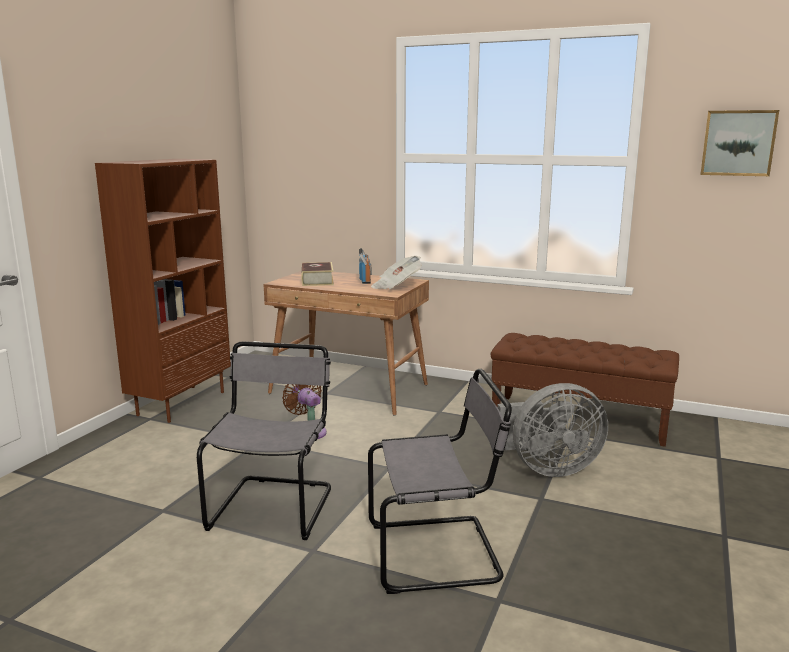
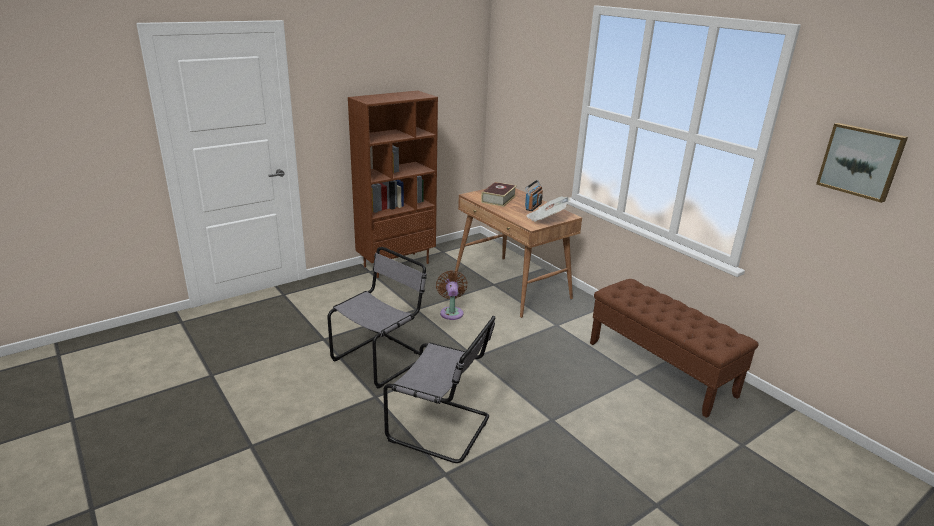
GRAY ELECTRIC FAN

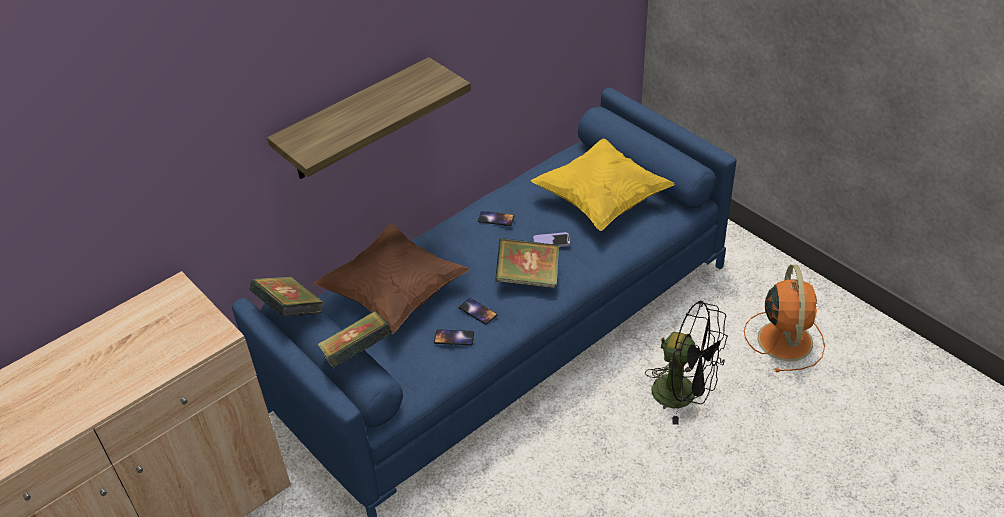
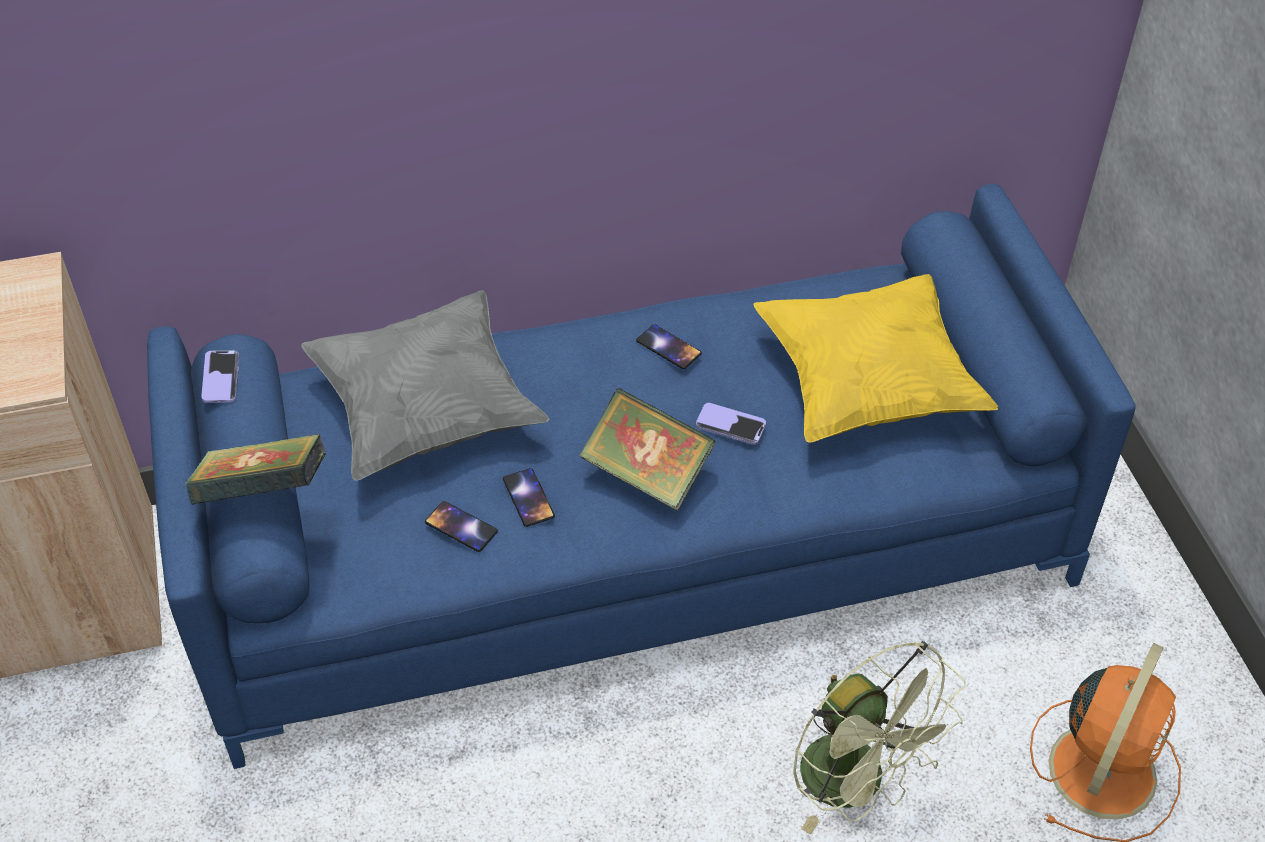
SHELF
GRAY THROW PILLOW
HANDSET (no. 1 from left)
GREEN-COLOURED ELECTRIC FAN

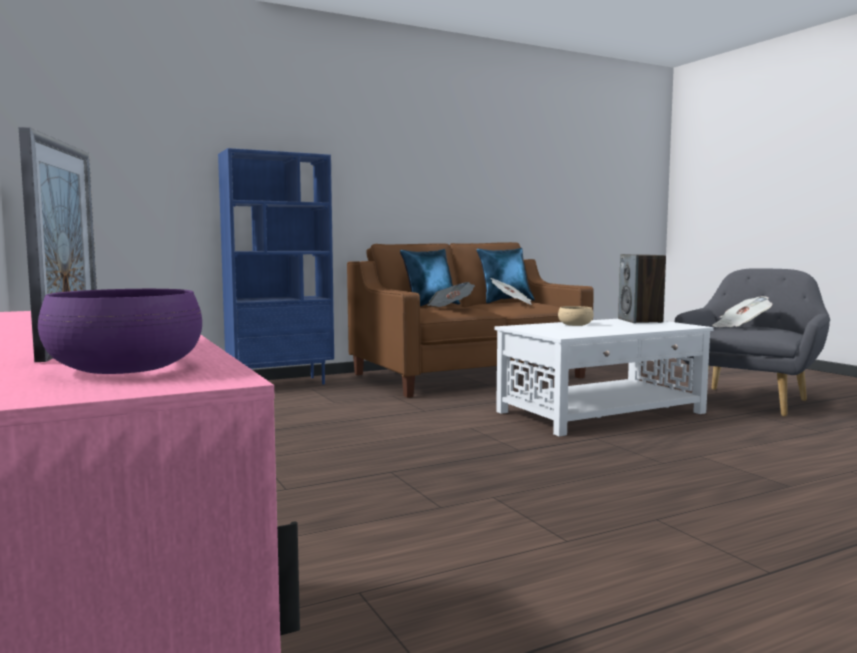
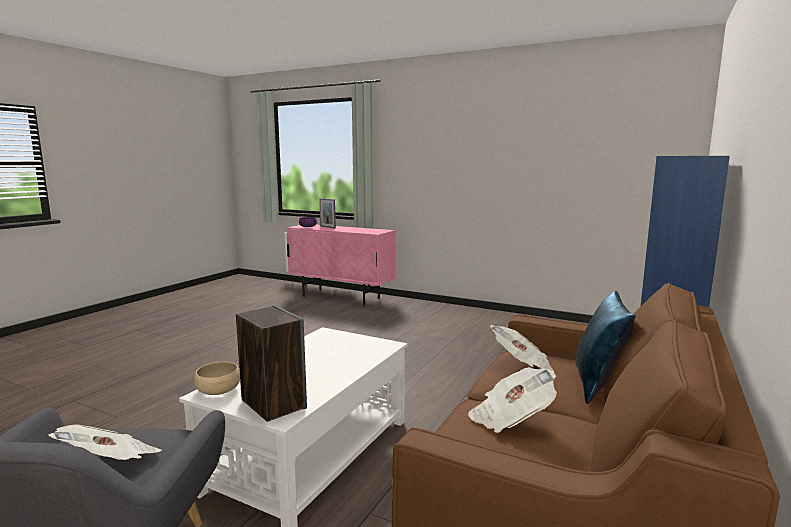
BLUE THROW PILLOW (no. 2 from left in the first image)
BEIGE-COLOURED SERVING BOWL

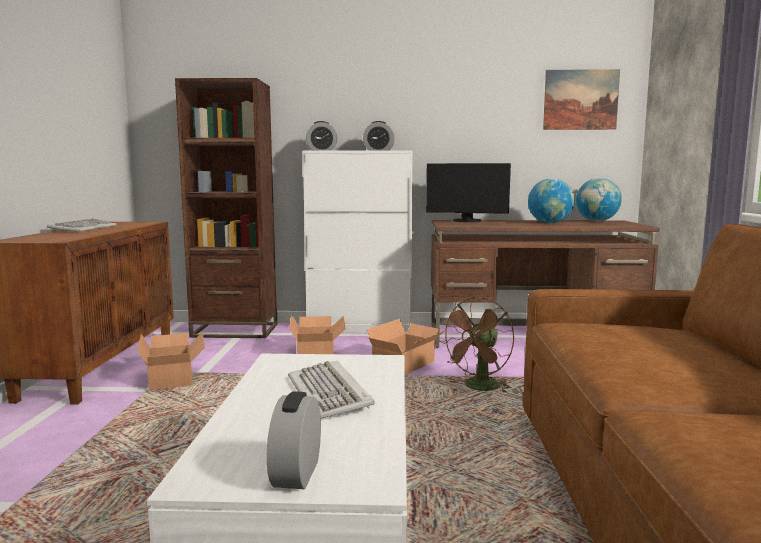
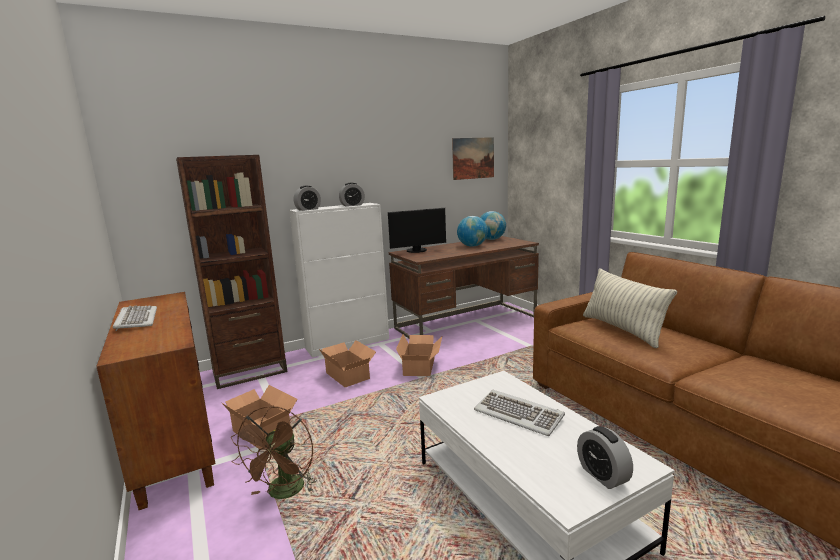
BROWN-COLOURED ELECTRIC FAN
THROW PILLOW

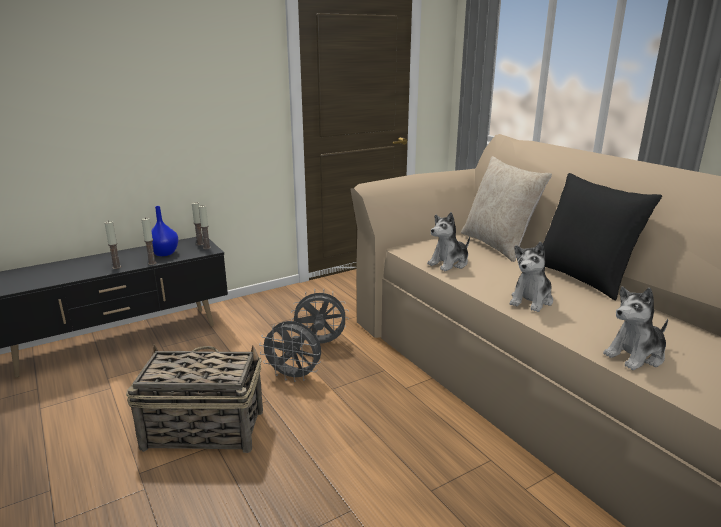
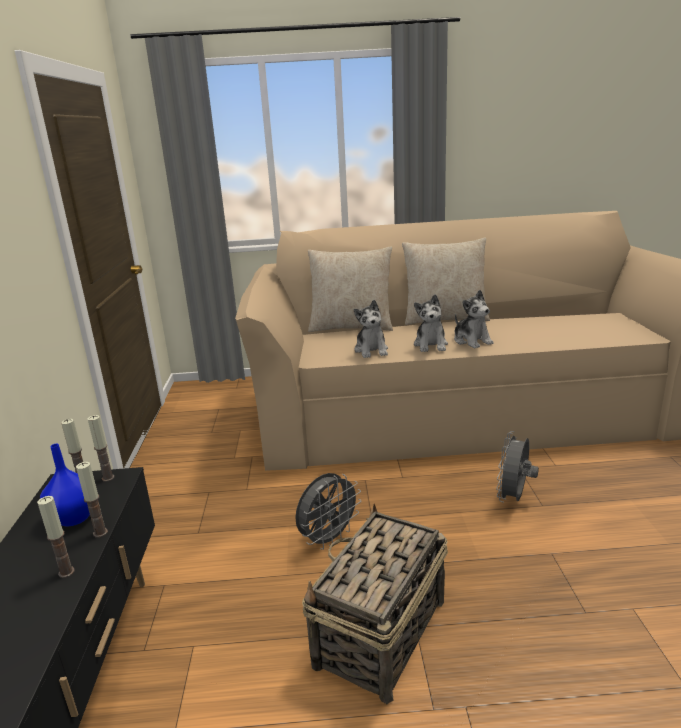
BEIGE-COLOURED THROW PILLOW (no. 2 from left)
CUDDLY TOY (no. 2 from left)
GRAY ELECTRIC FAN (no. 2 from left)

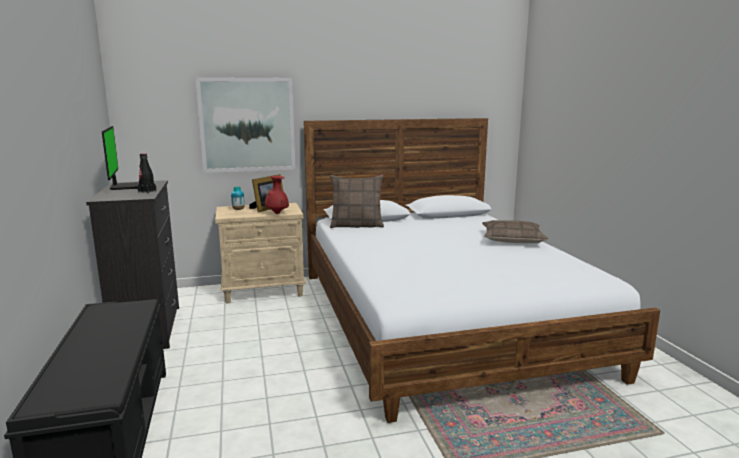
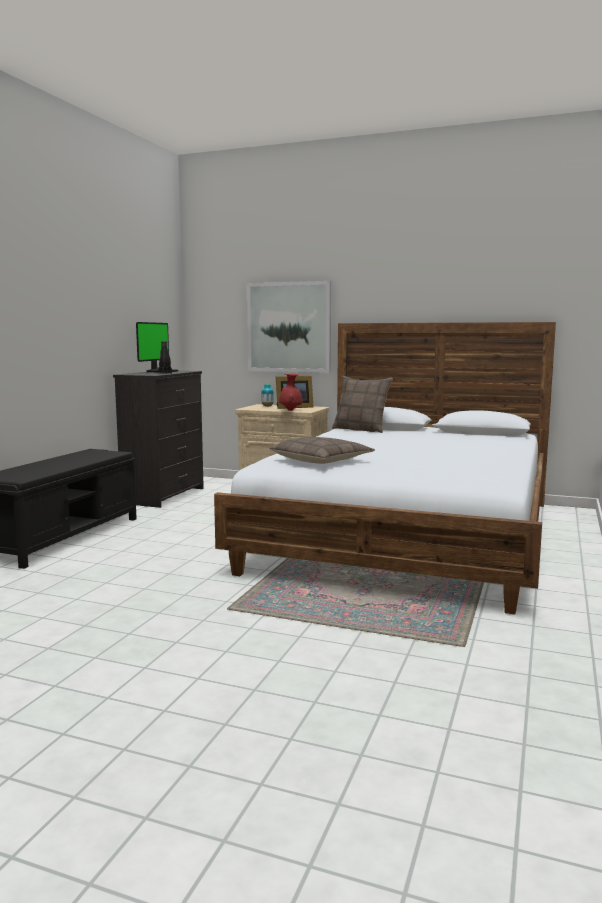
THROW PILLOW (no. 1 from left)

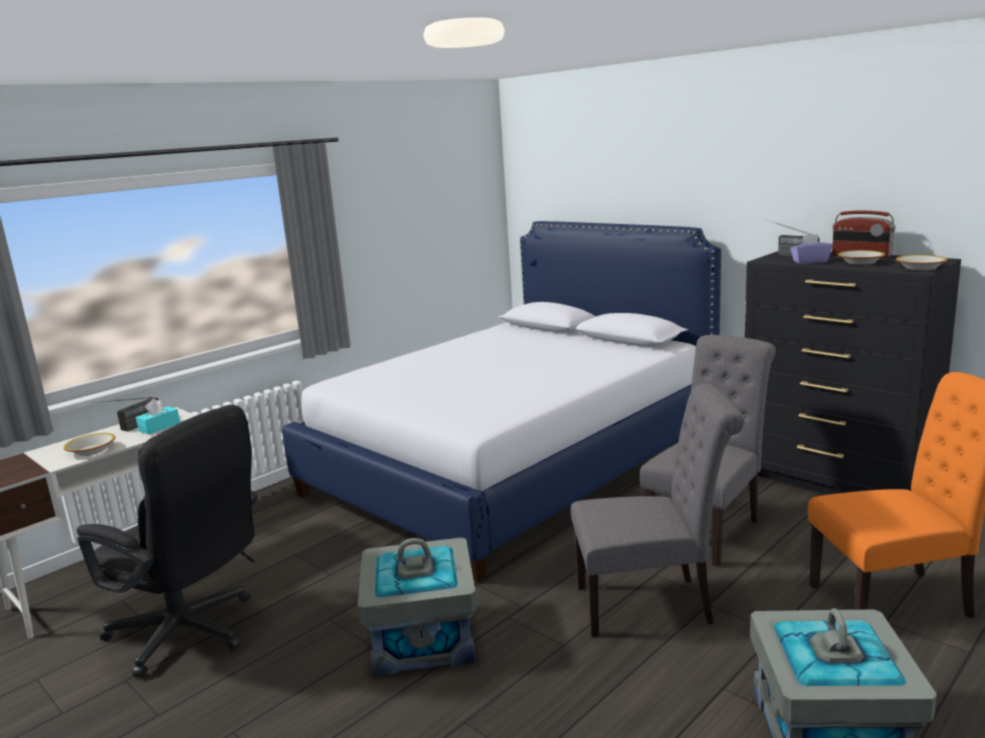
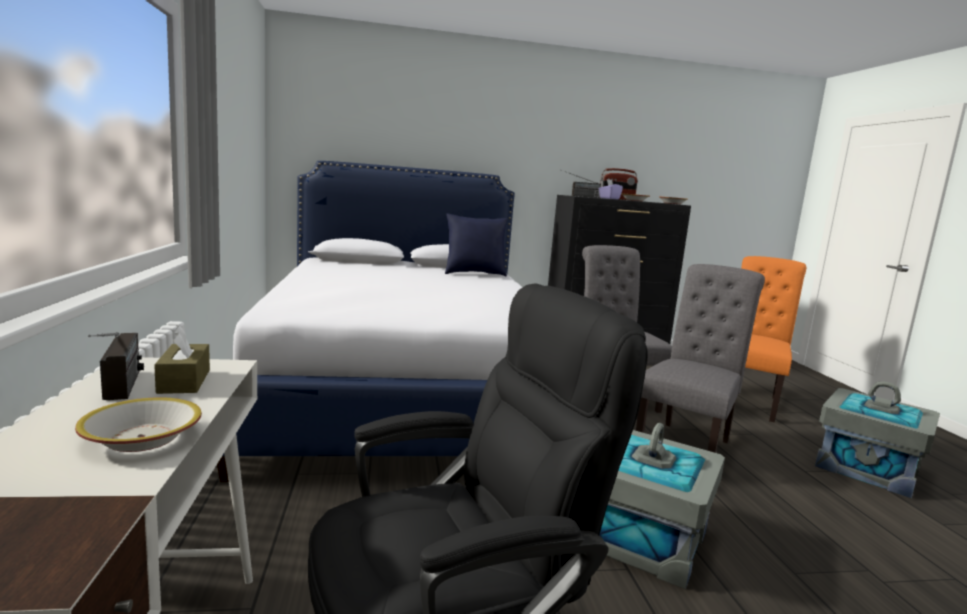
BROWN-COLOURED BOX OF TISSUES
BLUE THROW PILLOW

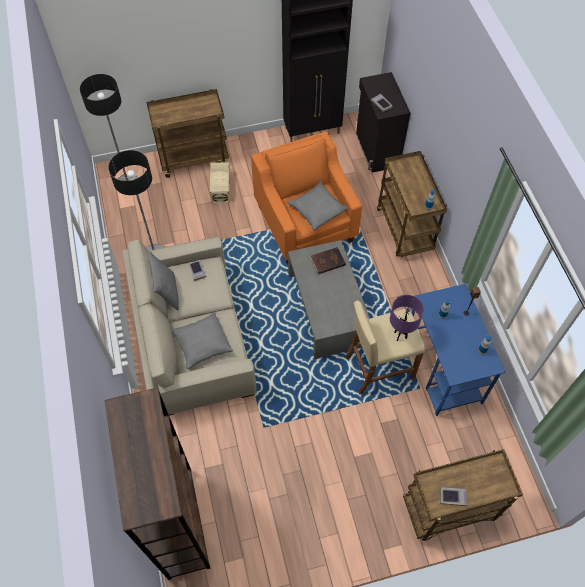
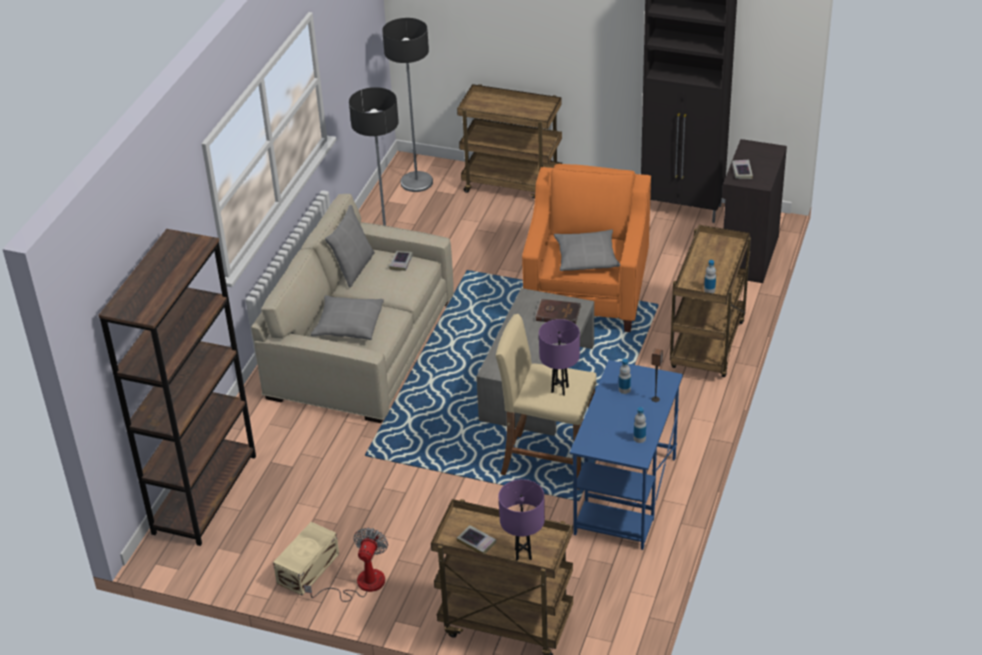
BEIGE-COLOURED STORAGE CONTAINER
PURPLE-COLOURED LAMP FOR A TABLE (no. 1 from left)
ELECTRIC FAN

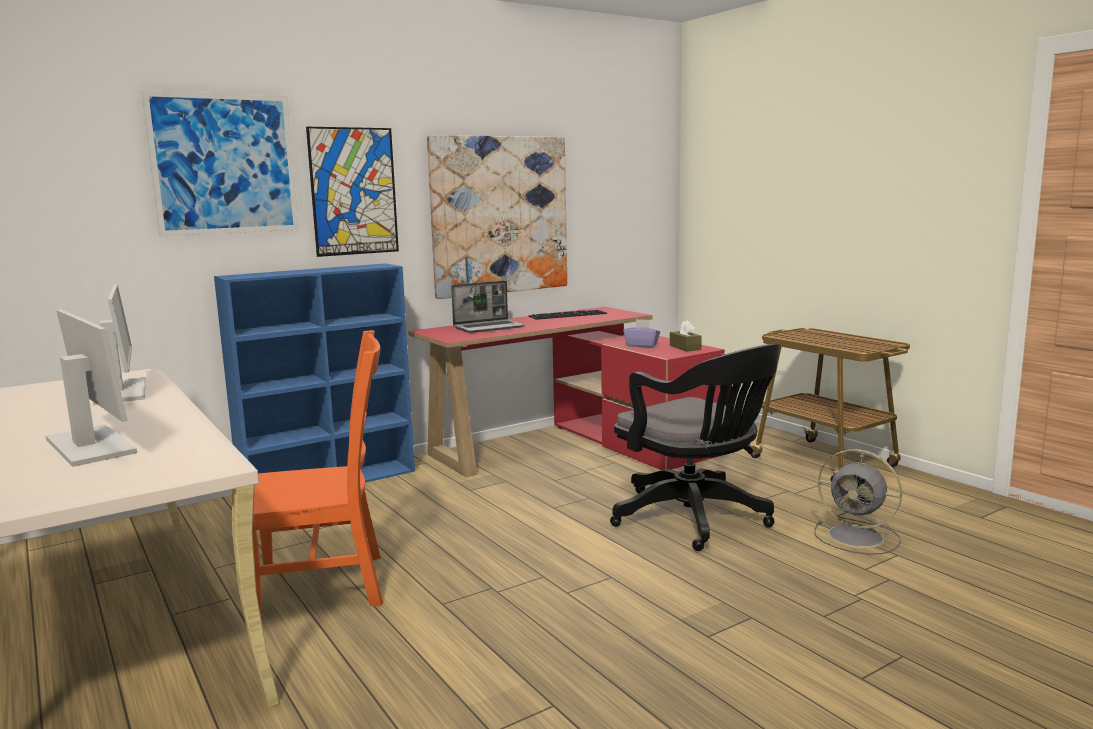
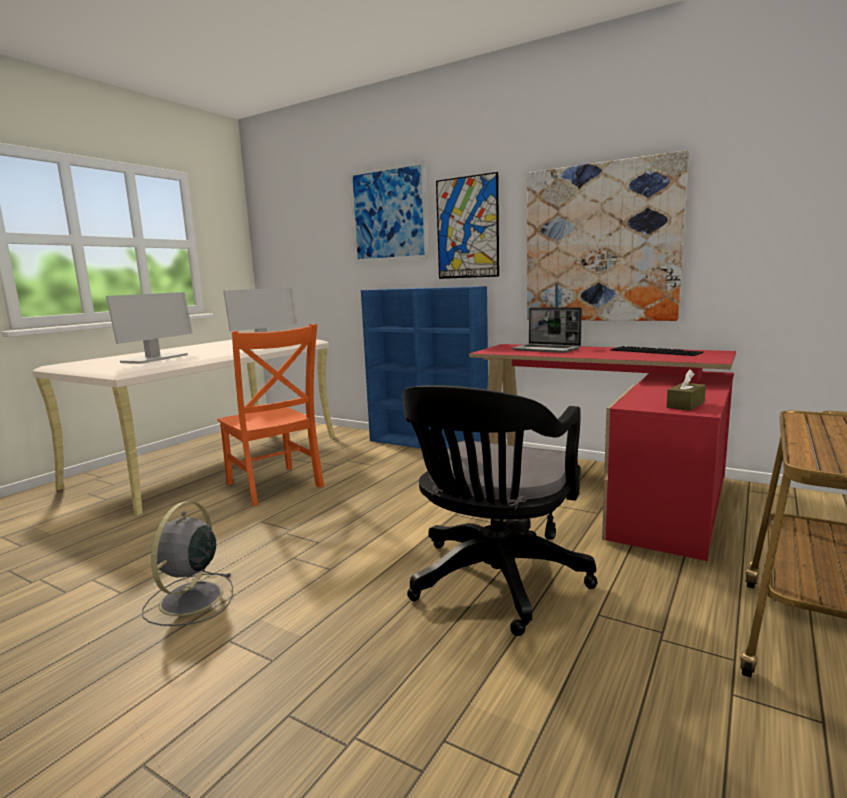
PURPLE-COLOURED BOX OF TISSUES
GRAY ELECTRIC FAN

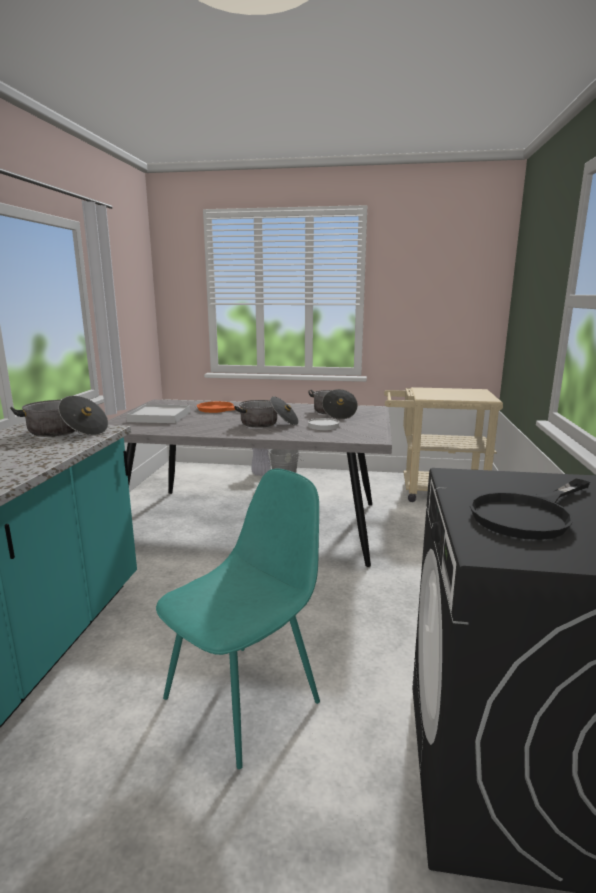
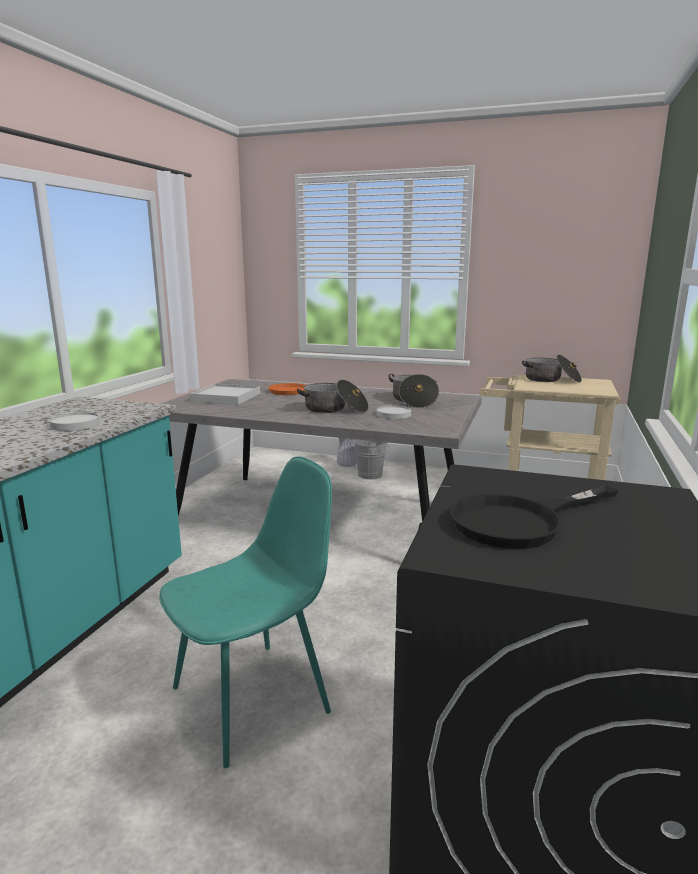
COOKING POT (no. 3 from left)
WHITE PLATE (no. 1 from left)

